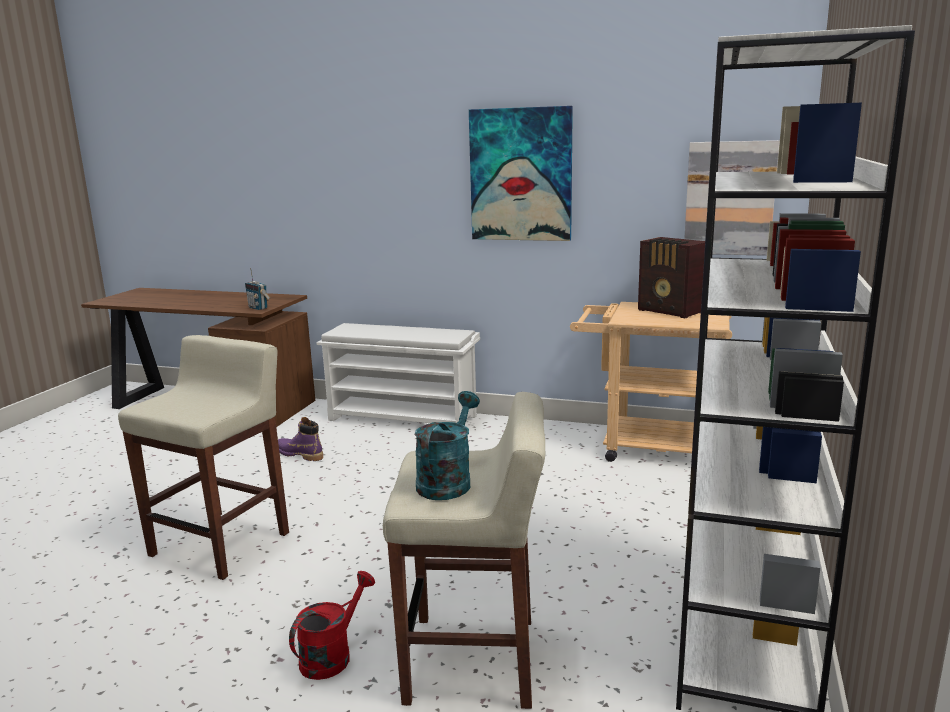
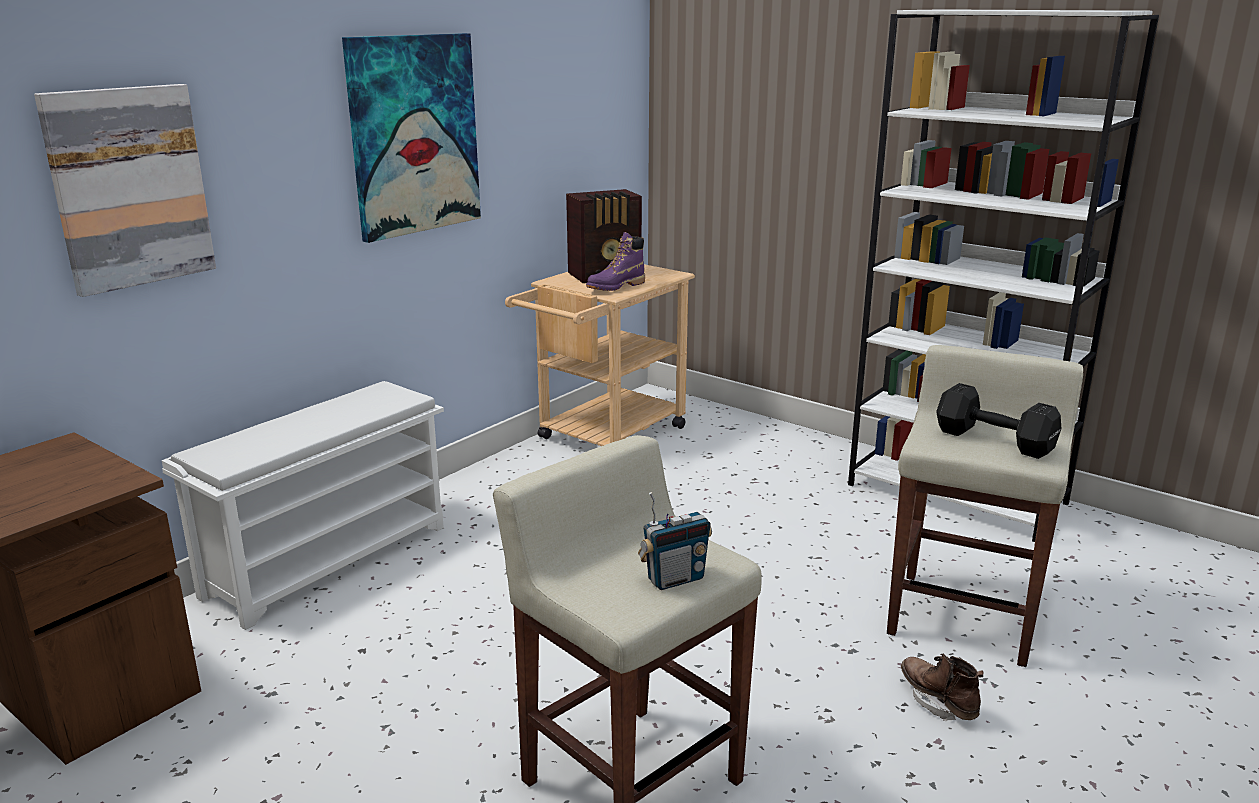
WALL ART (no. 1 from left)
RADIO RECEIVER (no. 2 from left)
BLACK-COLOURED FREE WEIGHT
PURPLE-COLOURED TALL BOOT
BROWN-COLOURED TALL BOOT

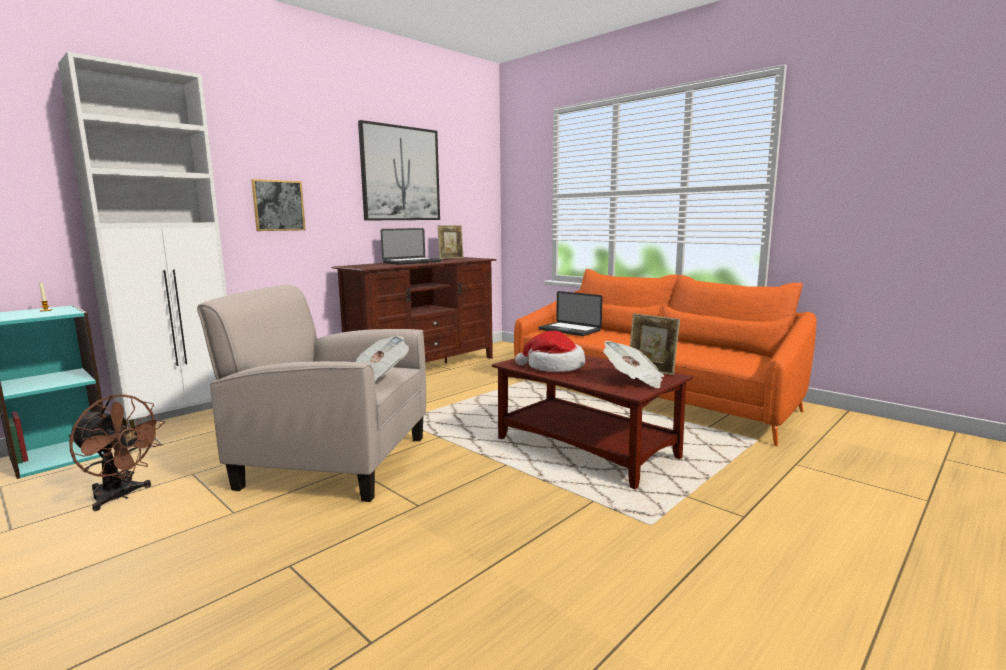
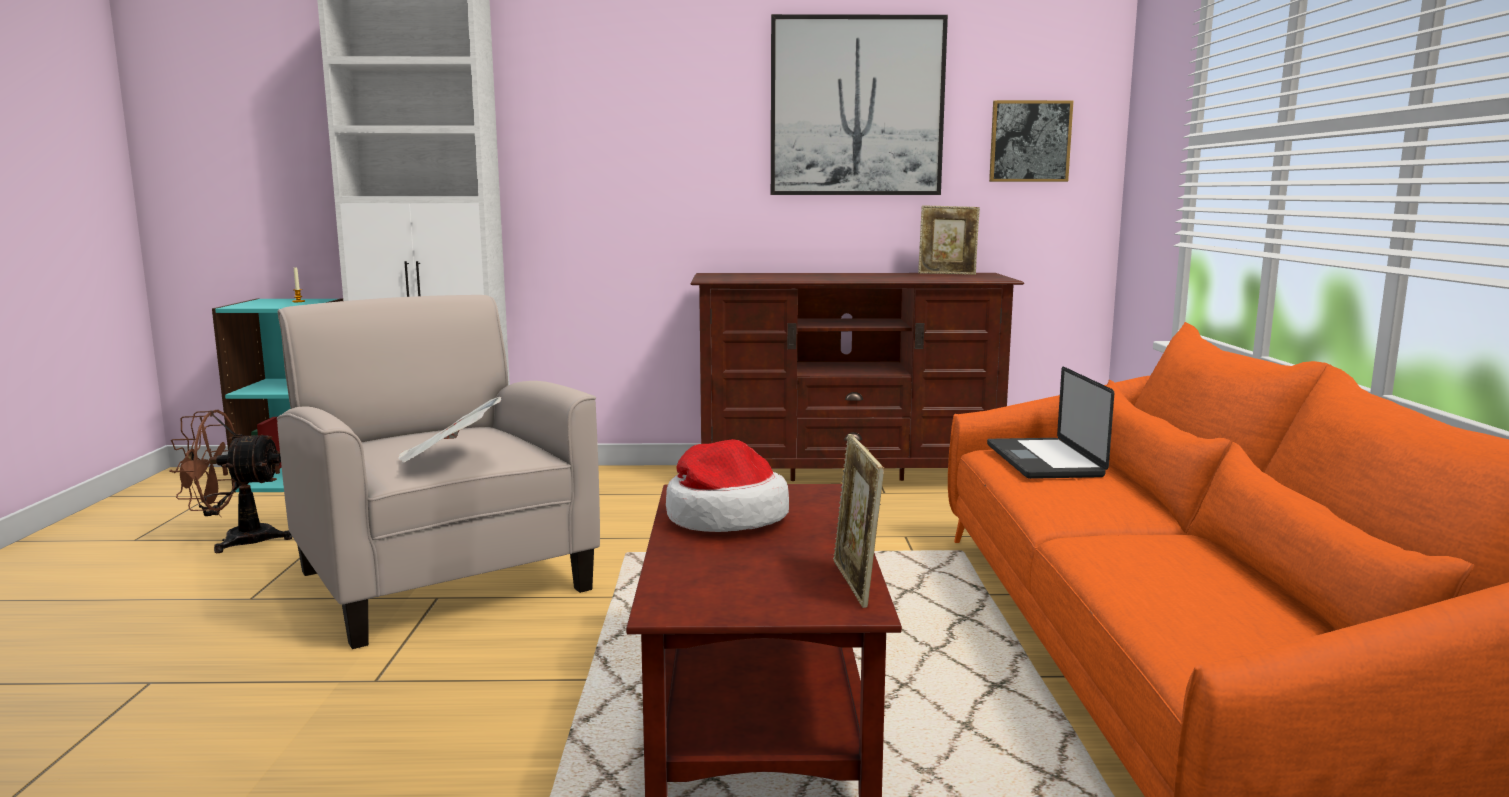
WALL ART (no. 2 from left)
LAPTOP (no. 1 from left in the first image)
DAILY PAPER (no. 2 from left in the first image)
BROWN-COLOURED ELECTRIC FAN

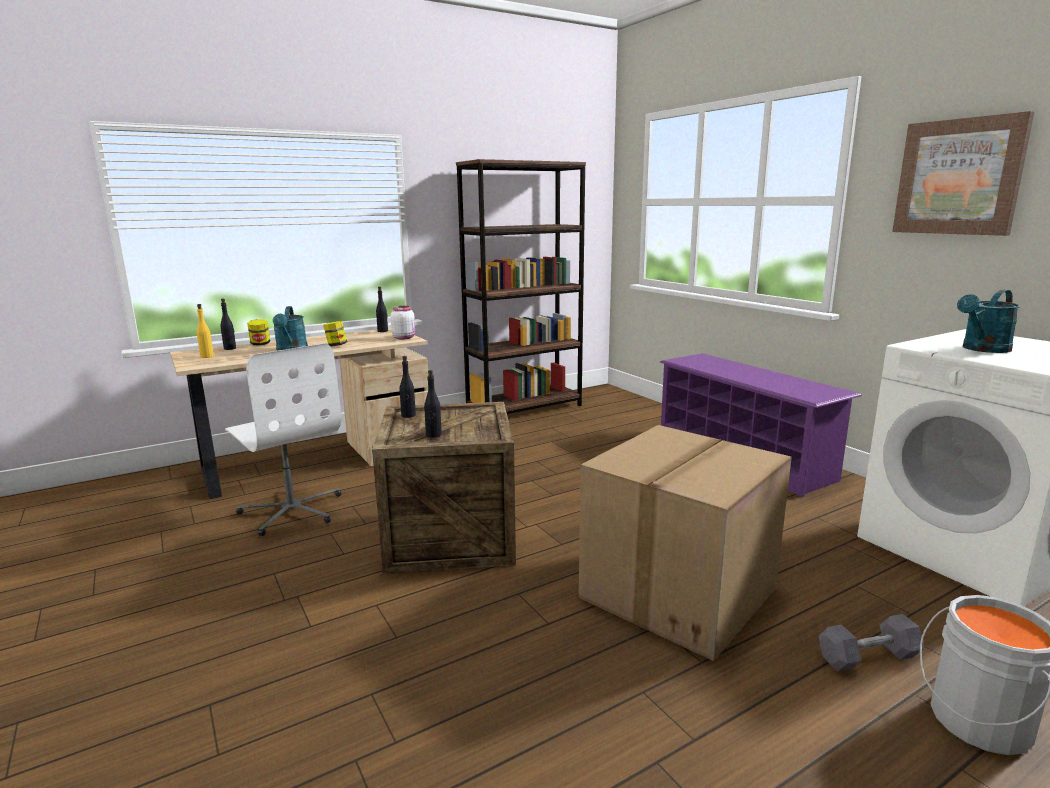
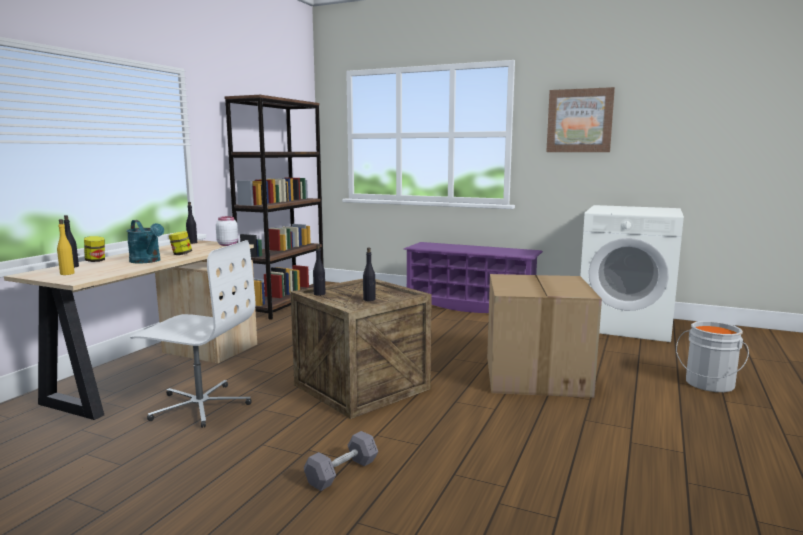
TURQUOISE-COLOURED SPRINKLING CAN (no. 2 from left in the first image)
GRAY FREE WEIGHT

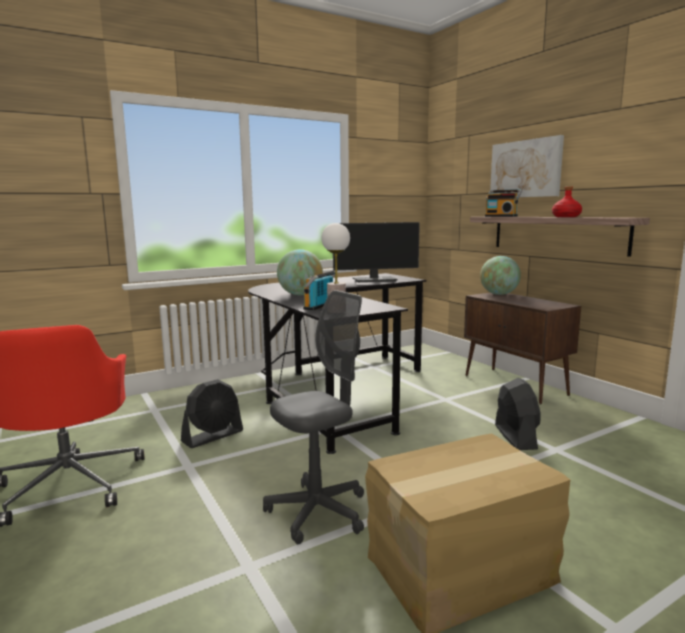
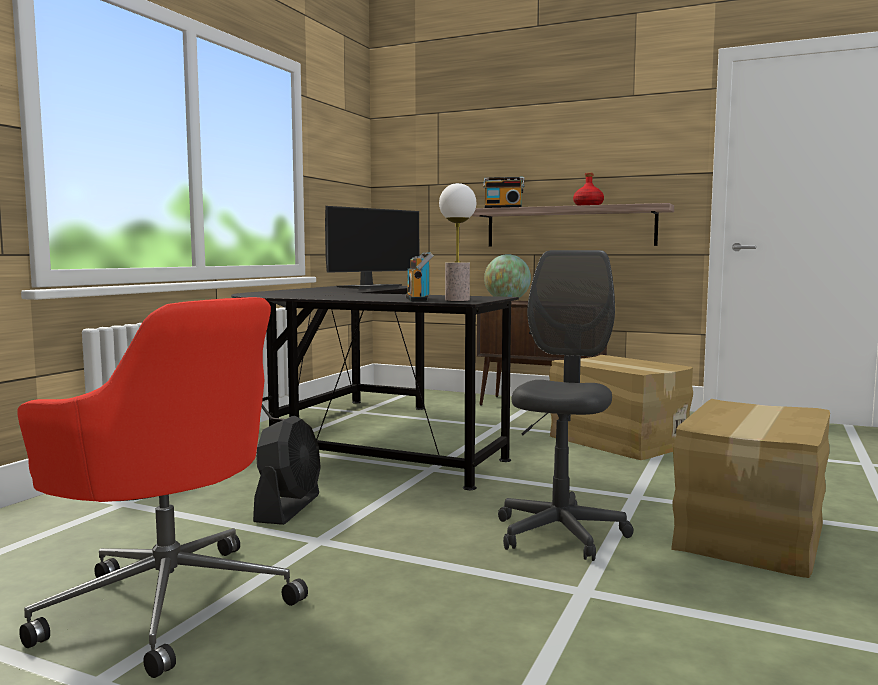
WALL ART
DESK GLOBE (no. 1 from left in the first image)
PACKING BOX (no. 1 from left)

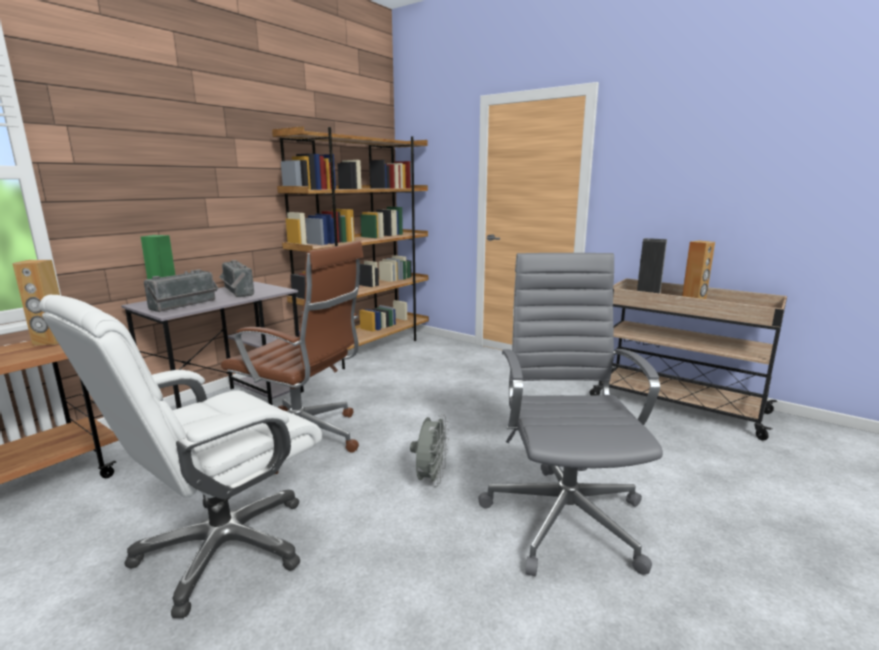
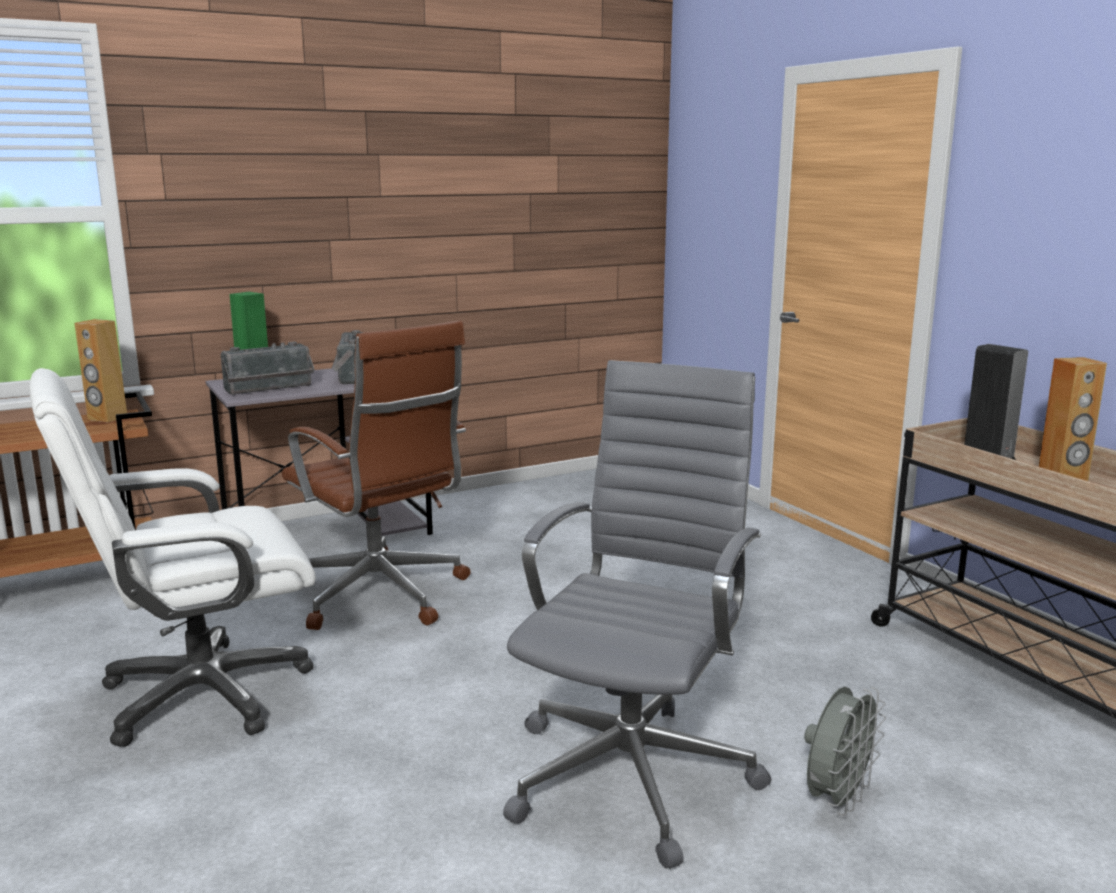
BROWN-COLOURED BOOKSHELF
GRAY ELECTRIC FAN

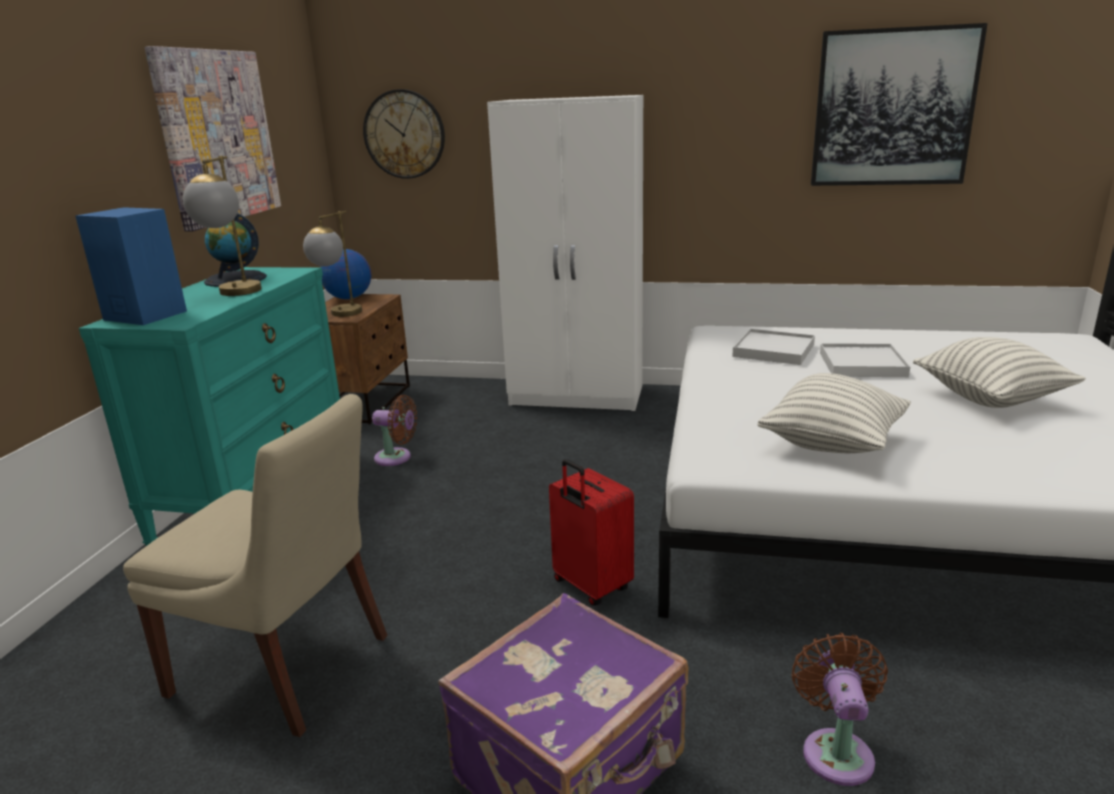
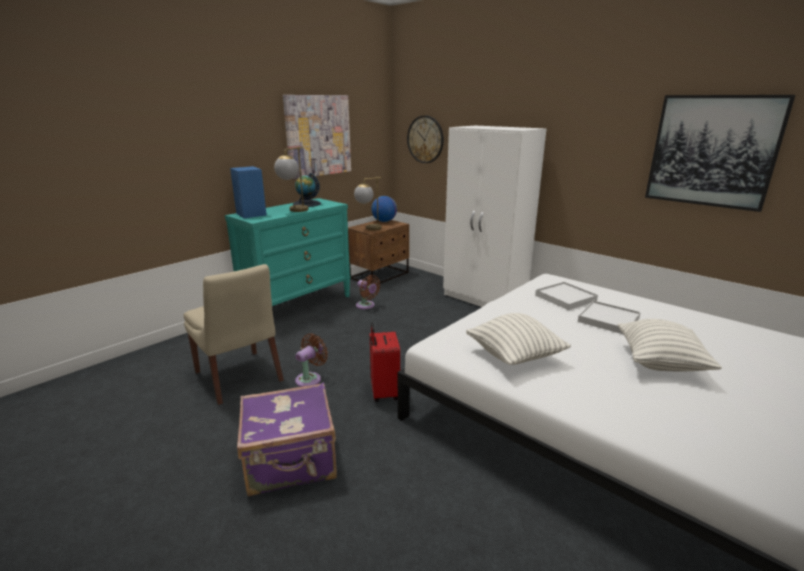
BROWN-COLOURED ELECTRIC FAN (no. 1 from left)

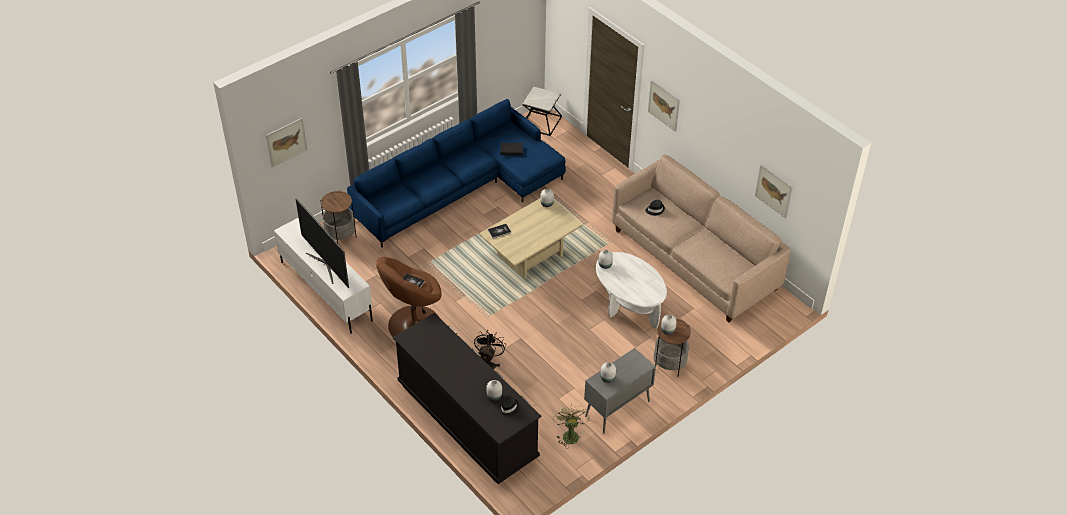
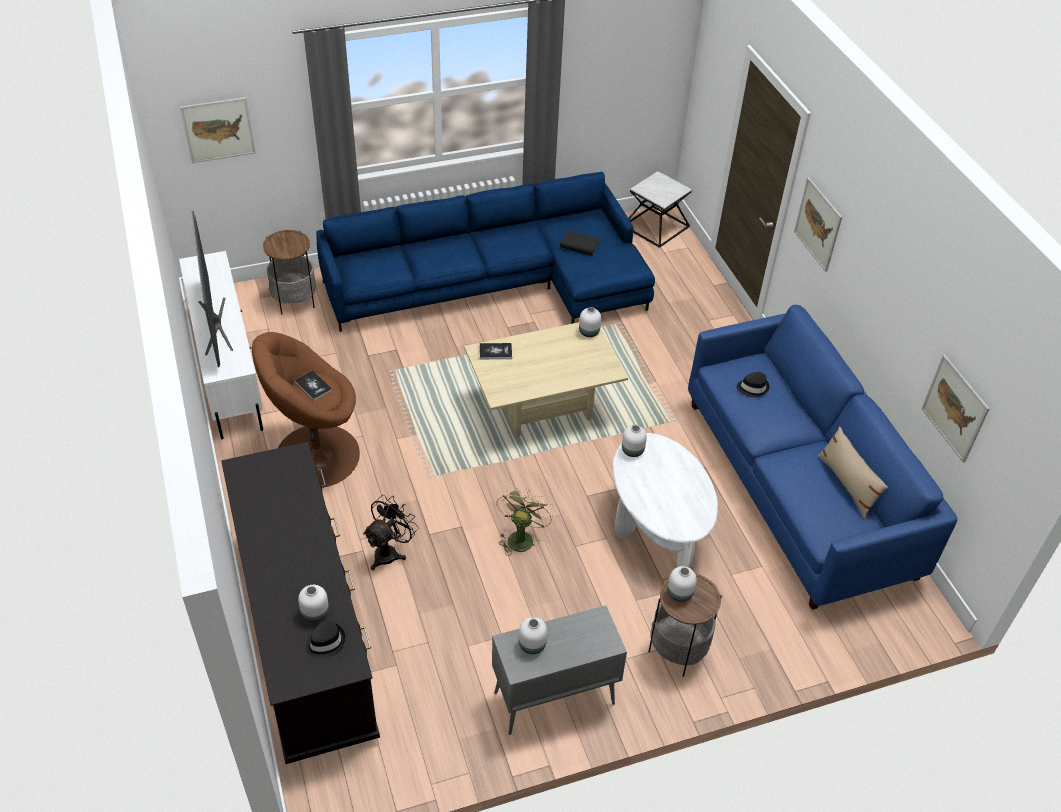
BLUE SETTEE (no. 2 from left)
BEIGE-COLOURED ELECTRIC FAN
BEIGE-COLOURED THROW PILLOW

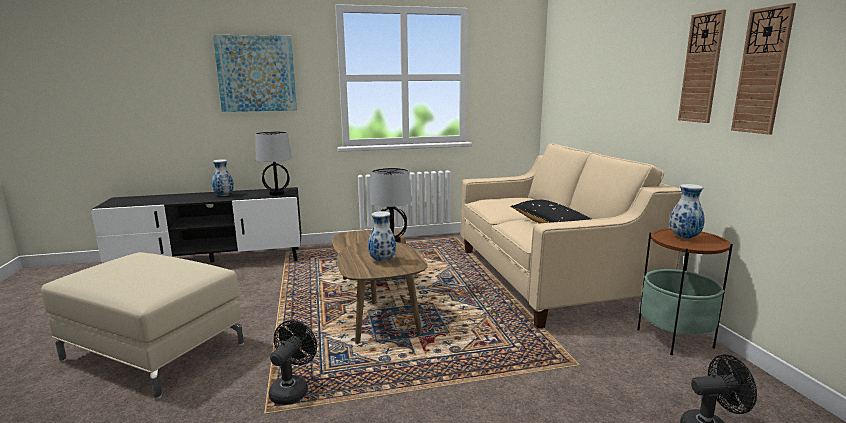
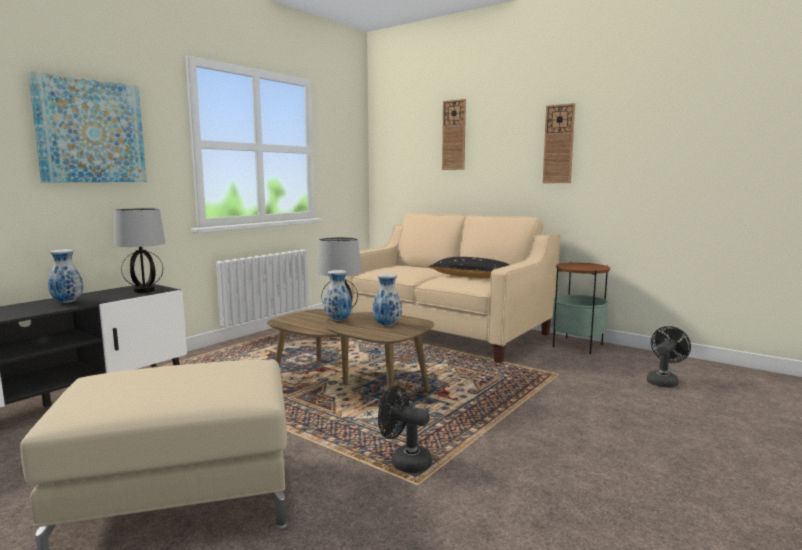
CLOCK ON THE WALL (no. 1 from left)
DECORATIVE VASE (no. 2 from left)
BLACK-COLOURED ELECTRIC FAN (no. 1 from left)

